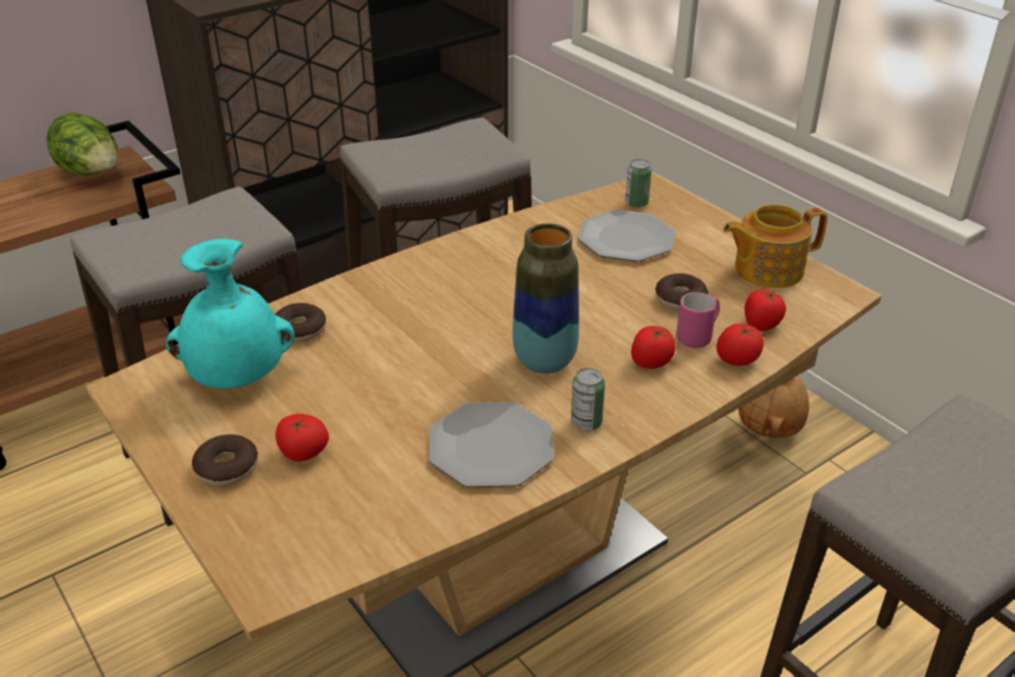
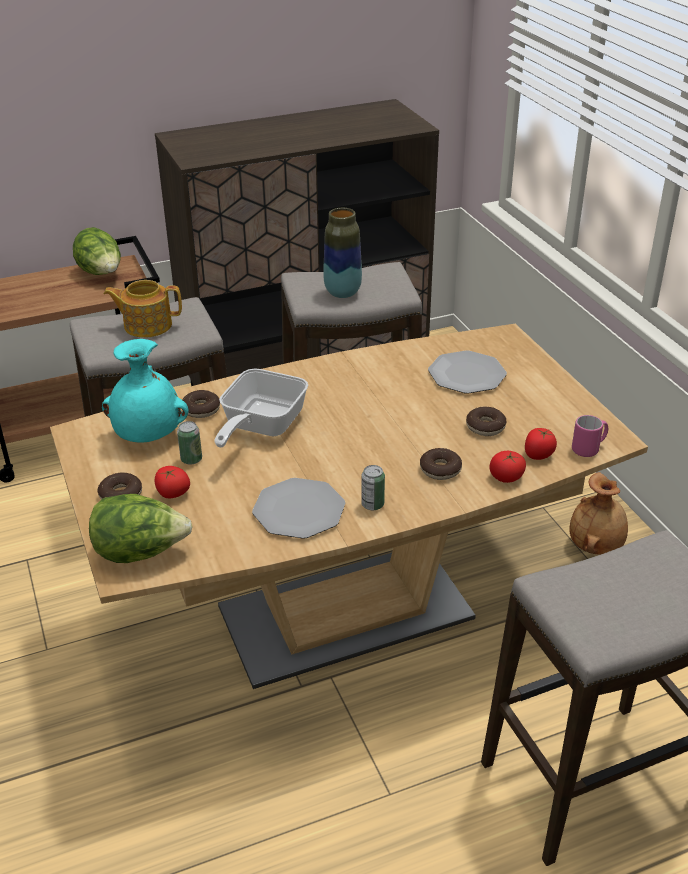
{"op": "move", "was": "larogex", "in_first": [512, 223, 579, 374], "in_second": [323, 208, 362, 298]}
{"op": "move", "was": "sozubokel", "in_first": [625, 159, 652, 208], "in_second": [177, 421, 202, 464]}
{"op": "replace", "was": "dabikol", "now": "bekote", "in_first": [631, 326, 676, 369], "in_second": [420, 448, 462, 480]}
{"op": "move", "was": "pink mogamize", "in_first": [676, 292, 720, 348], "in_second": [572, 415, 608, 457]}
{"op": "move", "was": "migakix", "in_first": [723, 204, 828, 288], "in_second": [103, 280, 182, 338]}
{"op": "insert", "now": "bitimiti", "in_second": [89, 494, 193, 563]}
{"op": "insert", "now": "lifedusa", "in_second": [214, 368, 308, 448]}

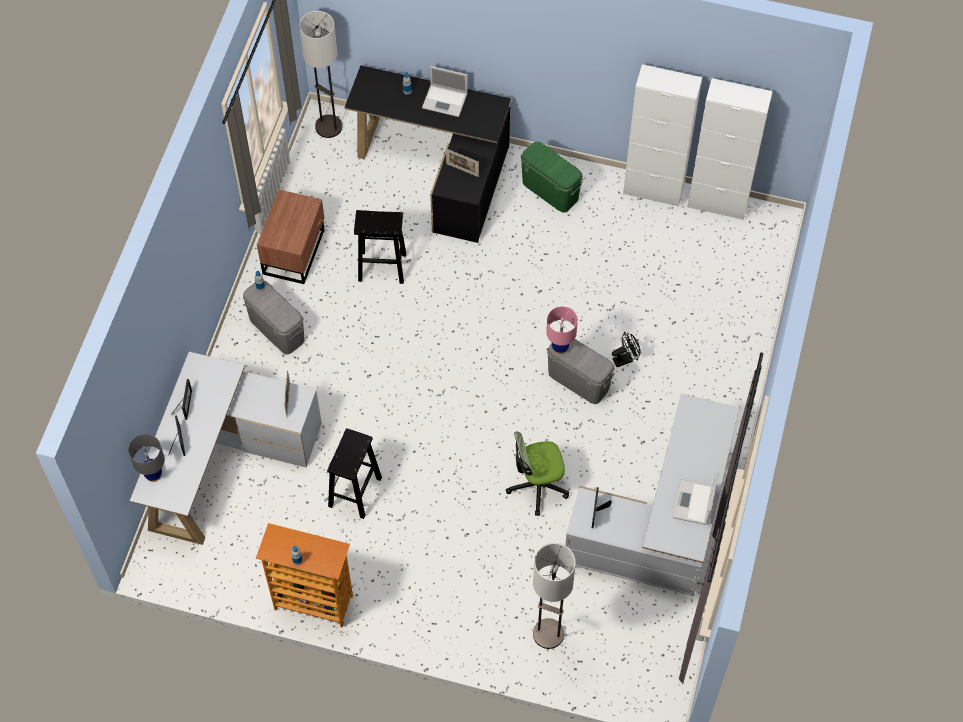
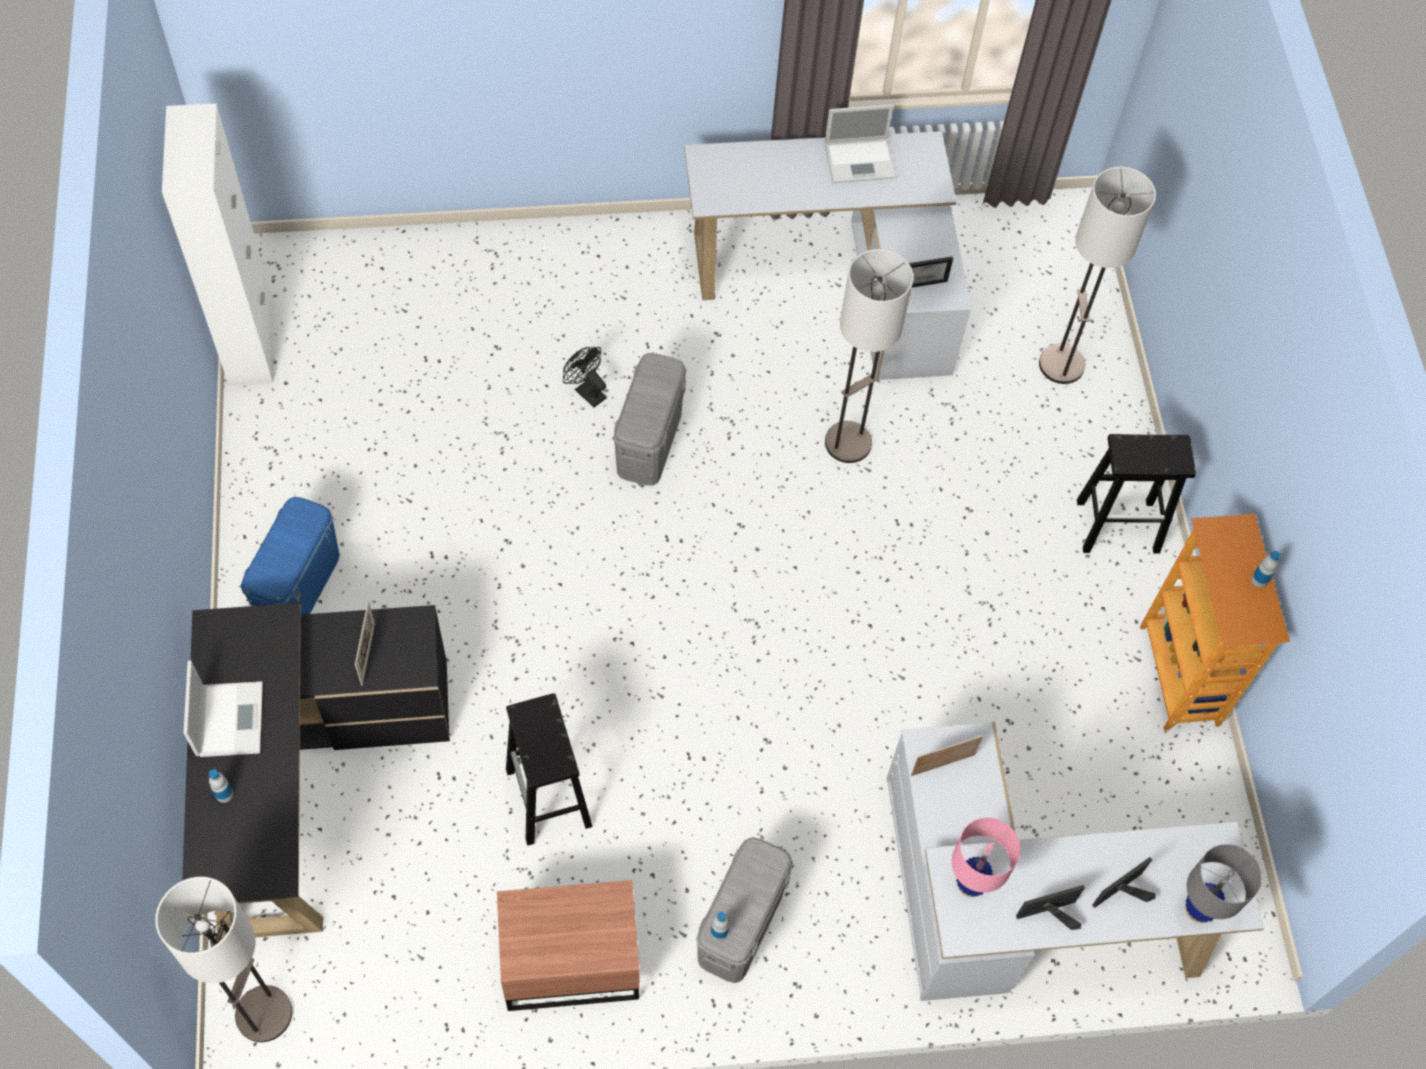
{"op": "move", "was": "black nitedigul", "in_first": [327, 428, 382, 519], "in_second": [1077, 434, 1196, 554]}
{"op": "replace", "was": "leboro", "now": "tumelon", "in_first": [506, 431, 569, 516], "in_second": [825, 249, 914, 463]}
{"op": "recolor", "was": "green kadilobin", "now": "blue kadilobin", "in_first": [521, 142, 583, 213], "in_second": [241, 497, 340, 615]}
{"op": "move", "was": "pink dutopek", "in_first": [546, 307, 578, 354], "in_second": [952, 818, 1021, 897]}
{"op": "delete", "was": "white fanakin", "in_first": [623, 64, 702, 207]}

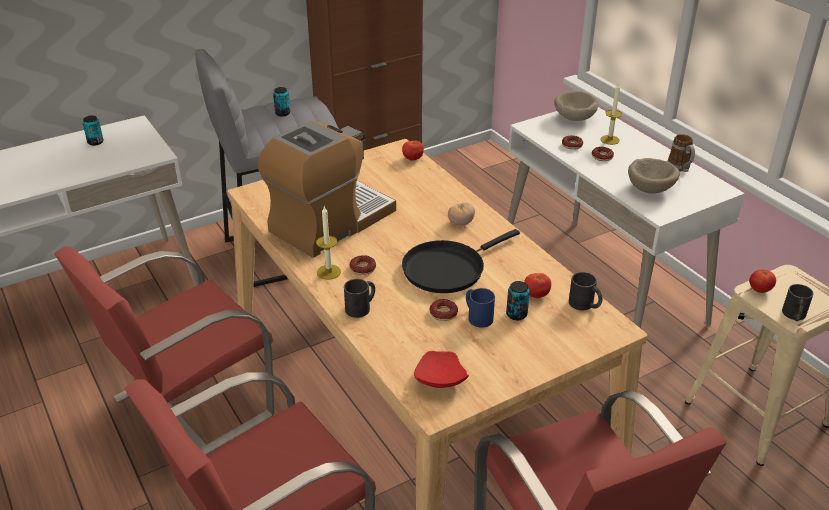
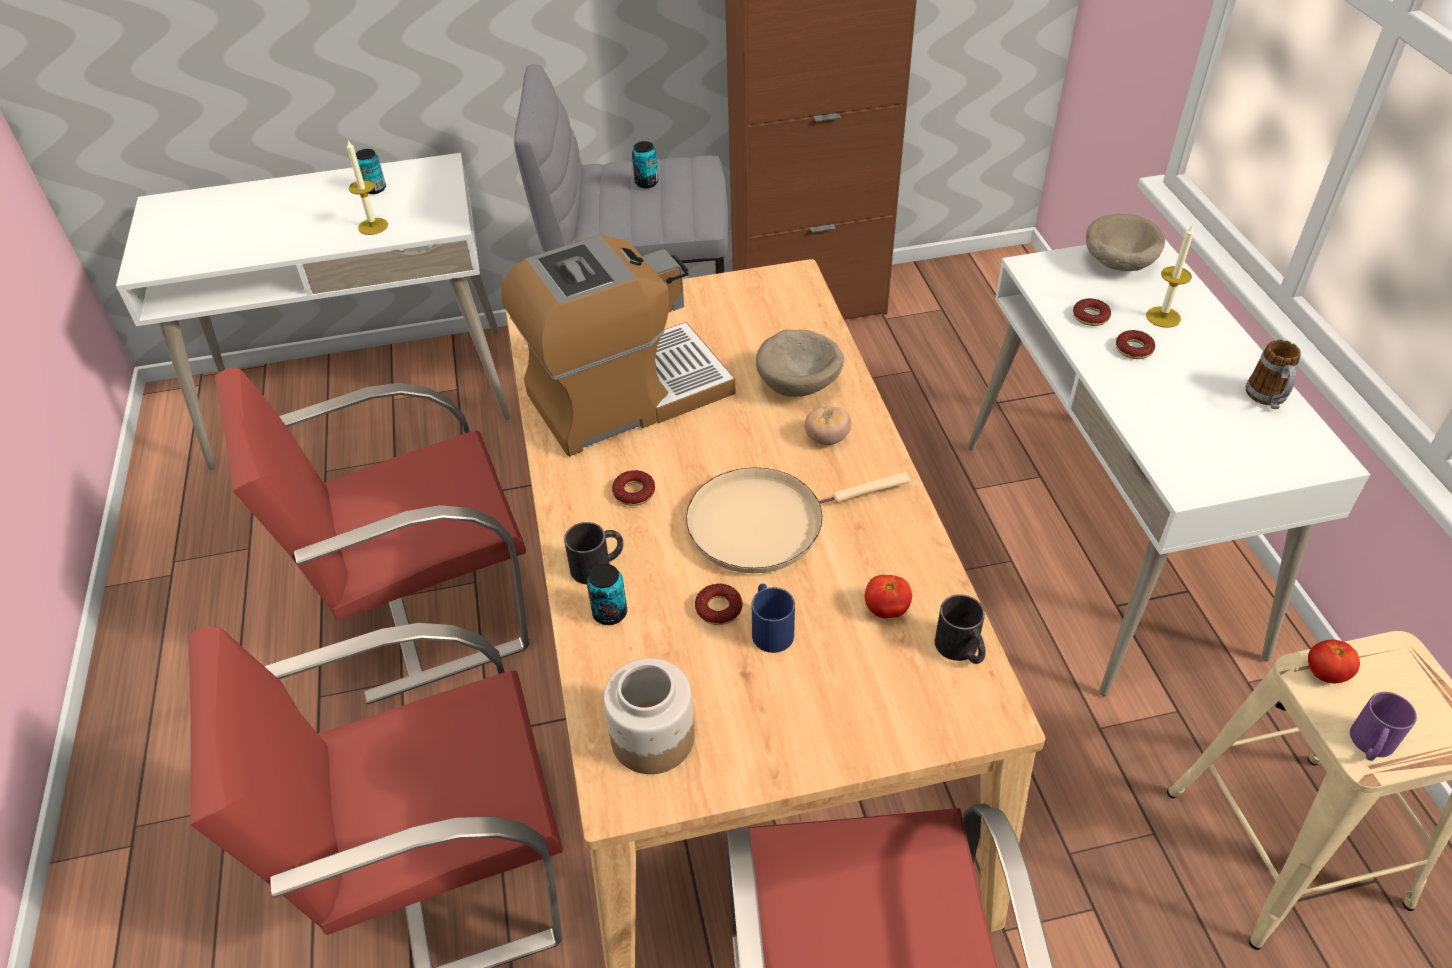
{"op": "move", "was": "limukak", "in_first": [316, 207, 341, 280], "in_second": [347, 141, 388, 235]}
{"op": "delete", "was": "dabikol", "in_first": [402, 141, 424, 161]}
{"op": "recolor", "was": "black lifedusa", "now": "beige lifedusa", "in_first": [402, 229, 520, 293], "in_second": [686, 468, 911, 573]}
{"op": "replace", "was": "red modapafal", "now": "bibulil", "in_first": [414, 351, 469, 388], "in_second": [603, 658, 695, 774]}
{"op": "move", "was": "sozubokel", "in_first": [506, 281, 530, 320], "in_second": [587, 564, 627, 625]}
{"op": "move", "was": "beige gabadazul", "in_first": [628, 158, 679, 194], "in_second": [756, 329, 844, 397]}
{"op": "recolor", "was": "black mogamize", "now": "purple mogamize", "in_first": [782, 284, 813, 321], "in_second": [1350, 692, 1417, 761]}

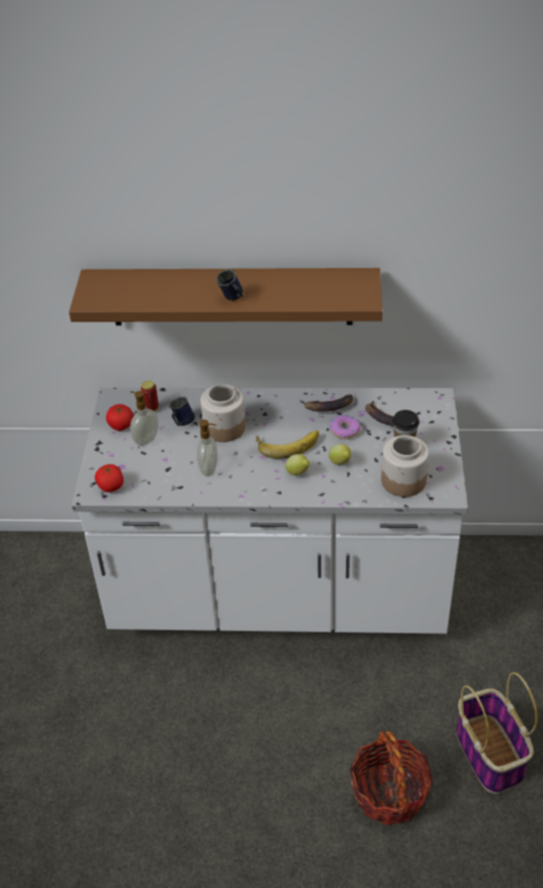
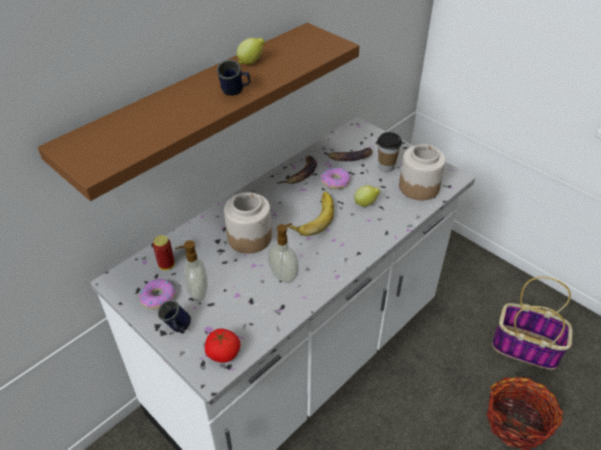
{"op": "replace", "was": "dabikol", "now": "bekote", "in_first": [106, 404, 134, 431], "in_second": [140, 279, 176, 309]}
{"op": "move", "was": "blue mogamize", "in_first": [169, 397, 195, 426], "in_second": [158, 299, 191, 334]}
{"op": "move", "was": "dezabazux", "in_first": [285, 454, 310, 476], "in_second": [236, 38, 265, 65]}

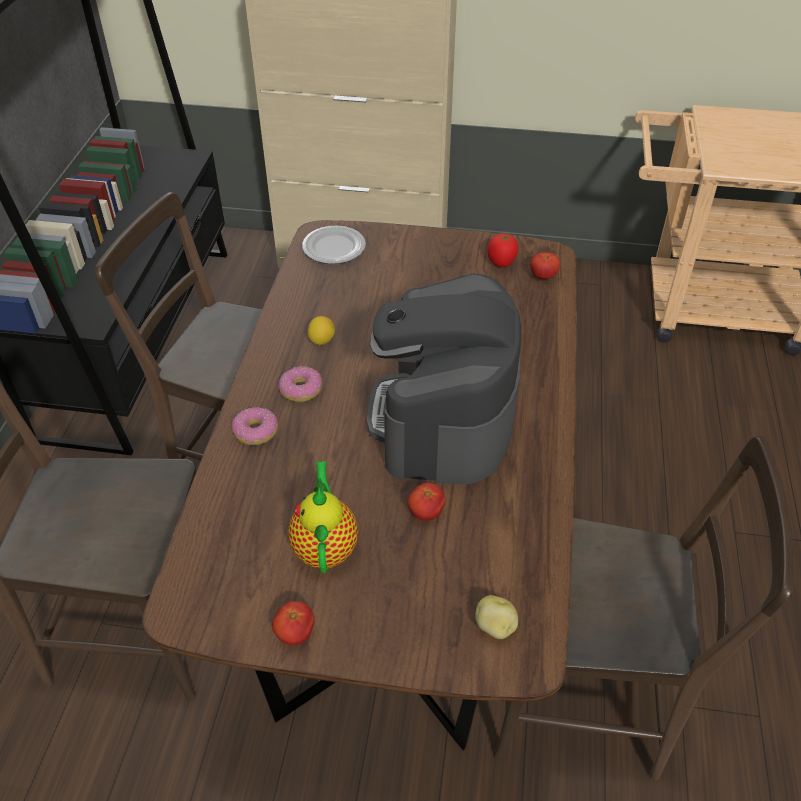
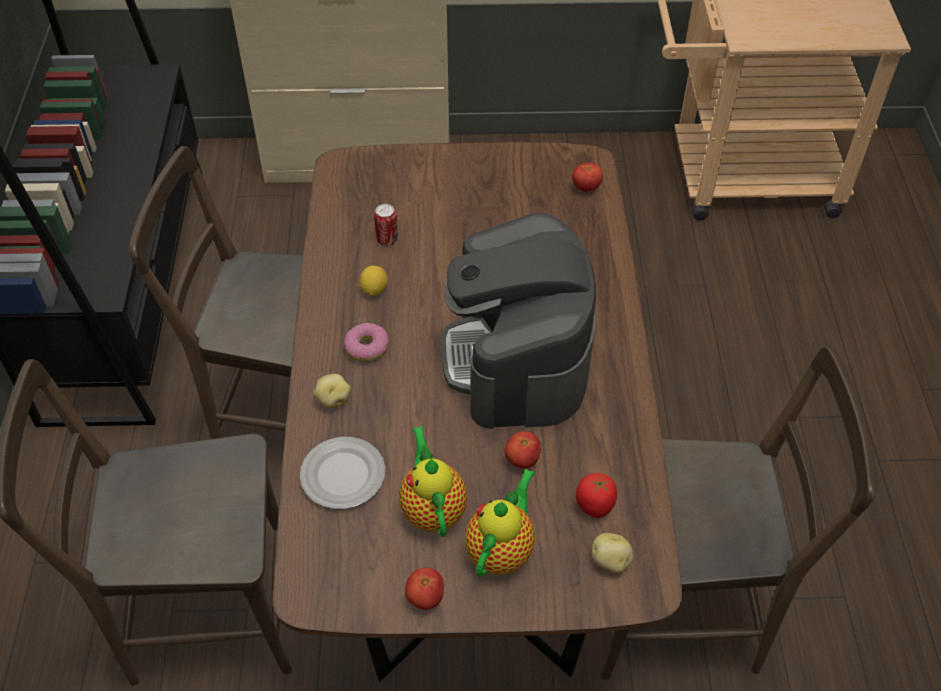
{"op": "replace", "was": "bekote", "now": "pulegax", "in_first": [231, 407, 278, 445], "in_second": [313, 374, 351, 408]}
{"op": "move", "was": "modapafal", "in_first": [302, 226, 366, 264], "in_second": [300, 437, 385, 509]}
{"op": "move", "was": "dabikol", "in_first": [487, 233, 518, 267], "in_second": [576, 473, 617, 518]}
{"op": "insert", "now": "sozubokel", "in_second": [374, 204, 398, 246]}
{"op": "insert", "now": "migakix", "in_second": [465, 468, 535, 578]}

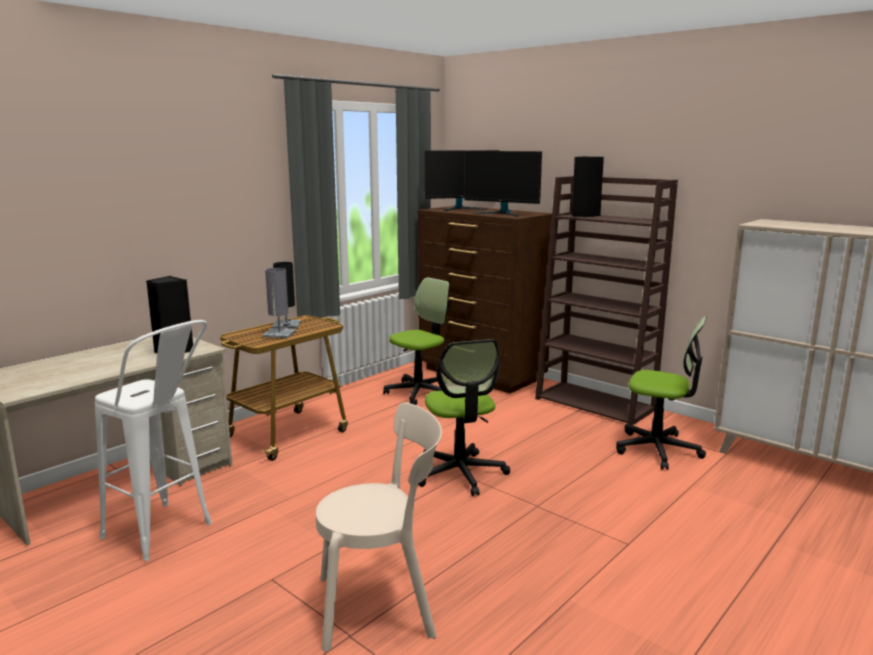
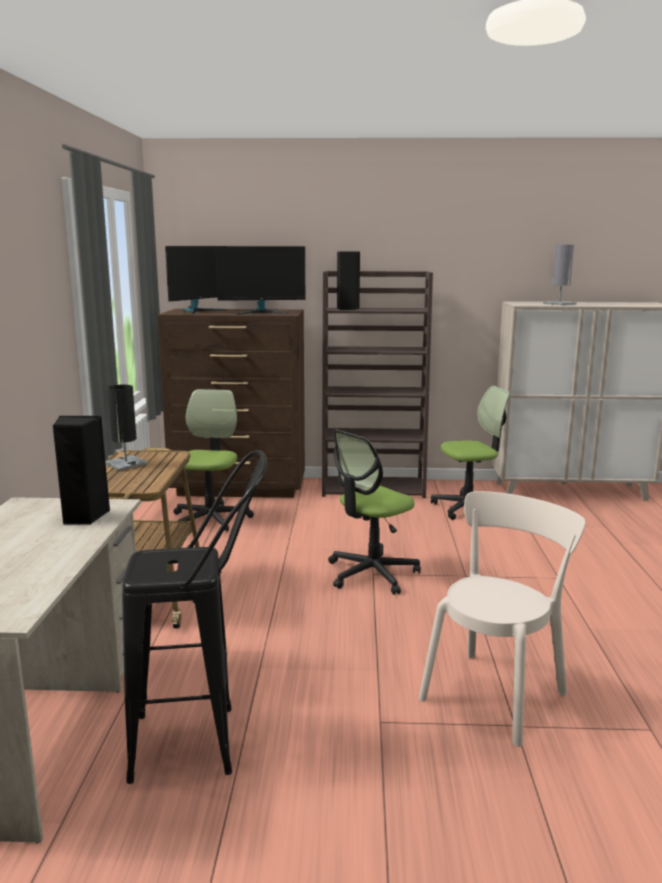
{"op": "recolor", "was": "white nitedigul", "now": "black nitedigul", "in_first": [95, 320, 212, 561], "in_second": [122, 450, 267, 784]}
{"op": "move", "was": "grey dutopek", "in_first": [262, 268, 297, 338], "in_second": [543, 245, 577, 305]}
{"op": "rotate", "was": "leboro", "in_first": [418, 339, 510, 496], "in_second": [328, 429, 421, 595], "clockwise": 105}

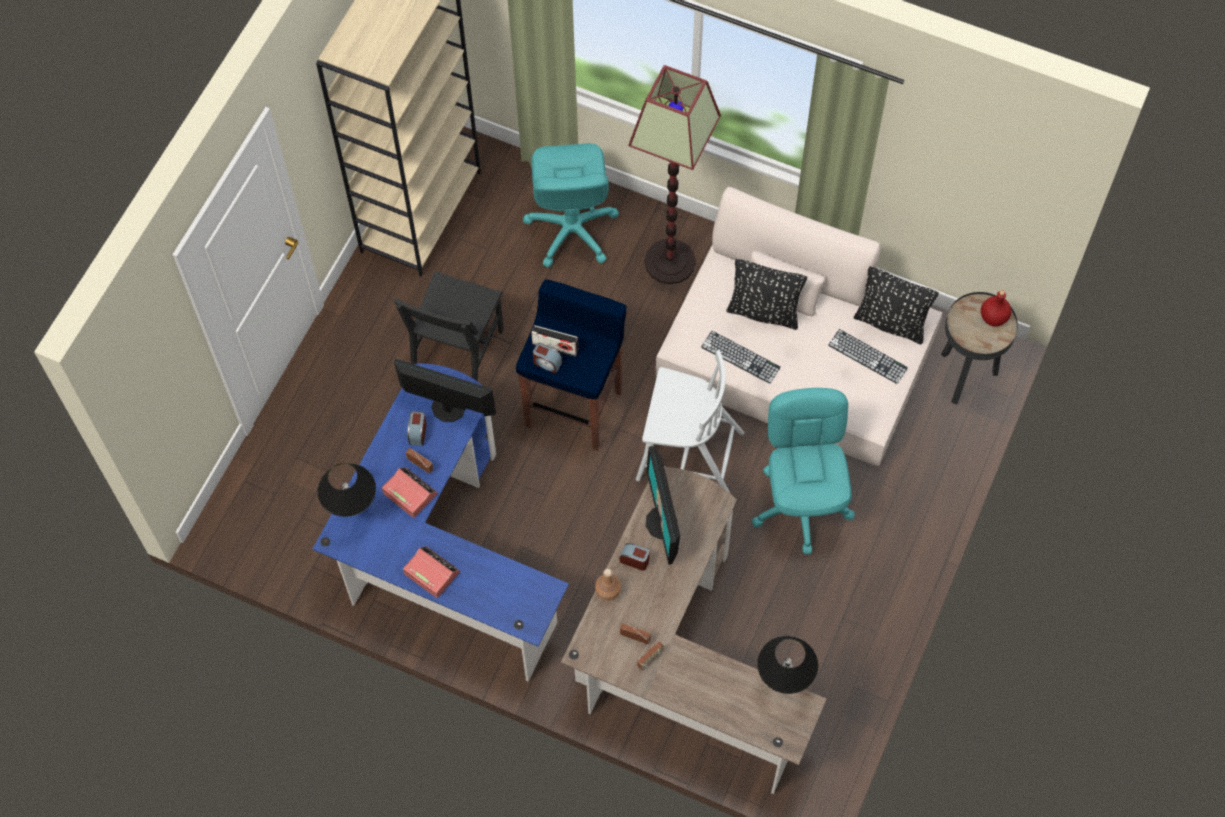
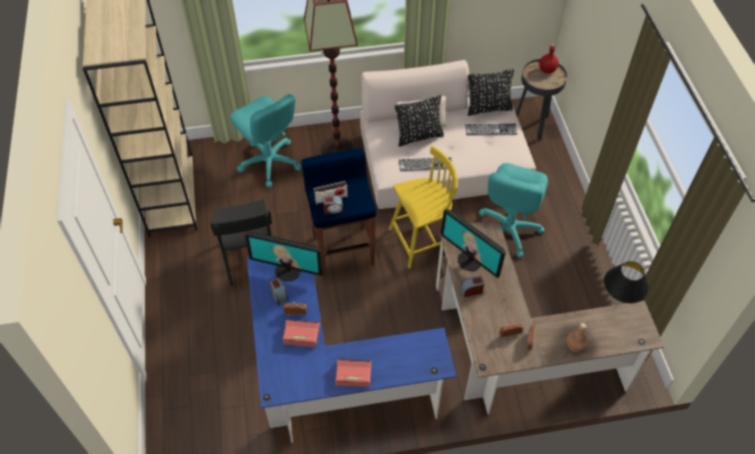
{"op": "delete", "was": "black dutopek", "in_first": [317, 463, 376, 517]}
{"op": "rotate", "was": "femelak", "in_first": [394, 359, 496, 422], "in_second": [245, 232, 323, 281], "clockwise": -150}
{"op": "move", "was": "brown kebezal", "in_first": [595, 569, 621, 601], "in_second": [567, 323, 588, 352]}
{"op": "recolor", "was": "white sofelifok", "now": "yellow sofelifok", "in_first": [636, 350, 744, 494], "in_second": [389, 146, 458, 268]}
{"op": "rotate", "was": "turquoise leboro", "in_first": [751, 388, 855, 554], "in_second": [479, 163, 548, 258], "clockwise": -120}

